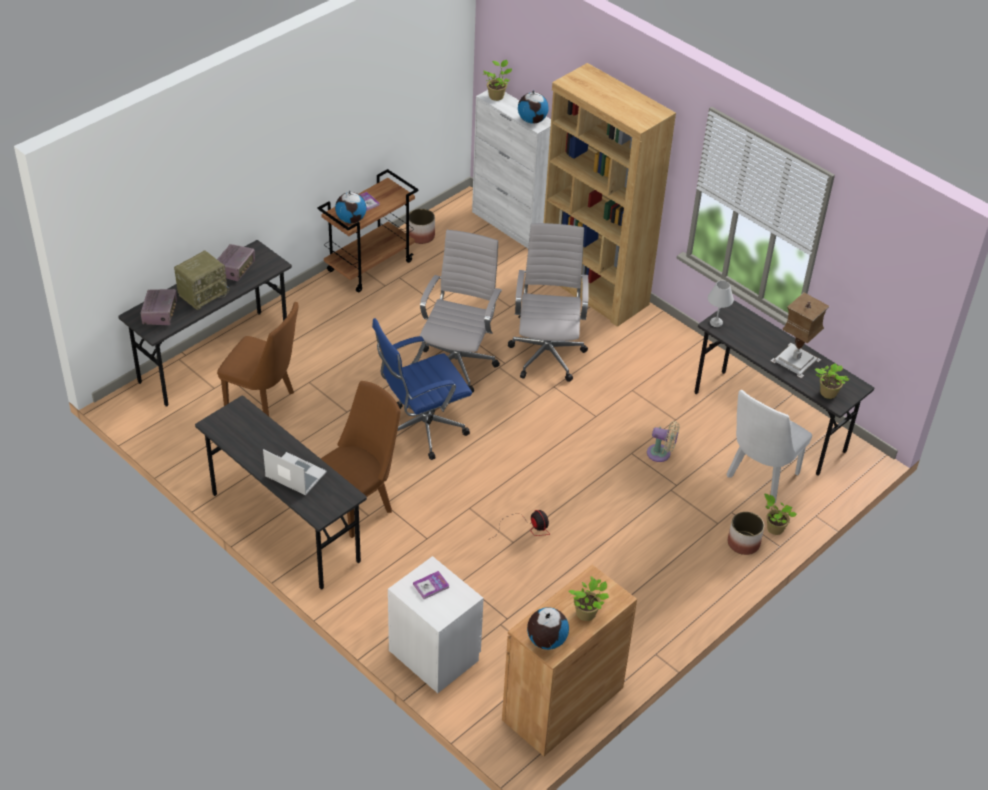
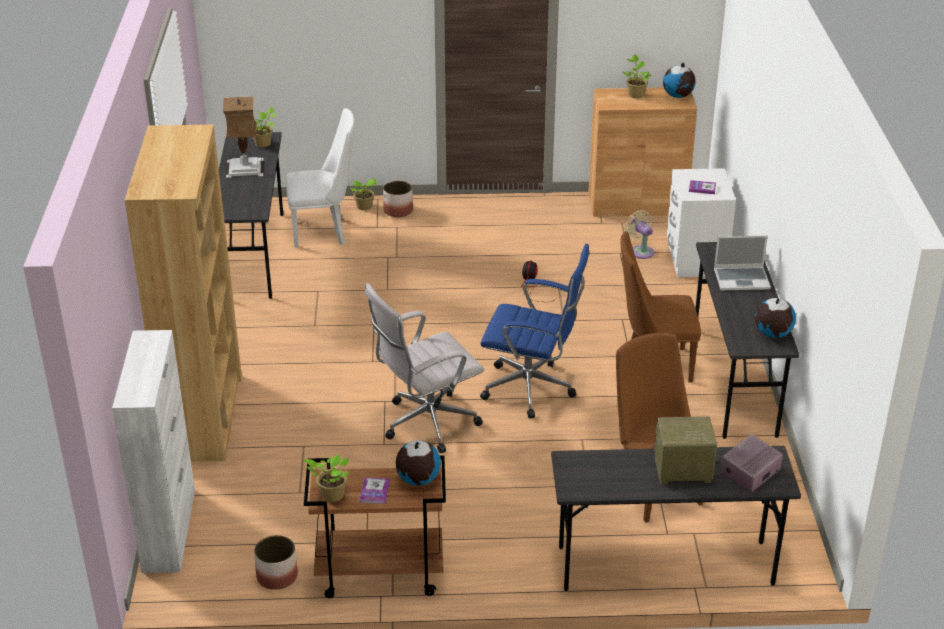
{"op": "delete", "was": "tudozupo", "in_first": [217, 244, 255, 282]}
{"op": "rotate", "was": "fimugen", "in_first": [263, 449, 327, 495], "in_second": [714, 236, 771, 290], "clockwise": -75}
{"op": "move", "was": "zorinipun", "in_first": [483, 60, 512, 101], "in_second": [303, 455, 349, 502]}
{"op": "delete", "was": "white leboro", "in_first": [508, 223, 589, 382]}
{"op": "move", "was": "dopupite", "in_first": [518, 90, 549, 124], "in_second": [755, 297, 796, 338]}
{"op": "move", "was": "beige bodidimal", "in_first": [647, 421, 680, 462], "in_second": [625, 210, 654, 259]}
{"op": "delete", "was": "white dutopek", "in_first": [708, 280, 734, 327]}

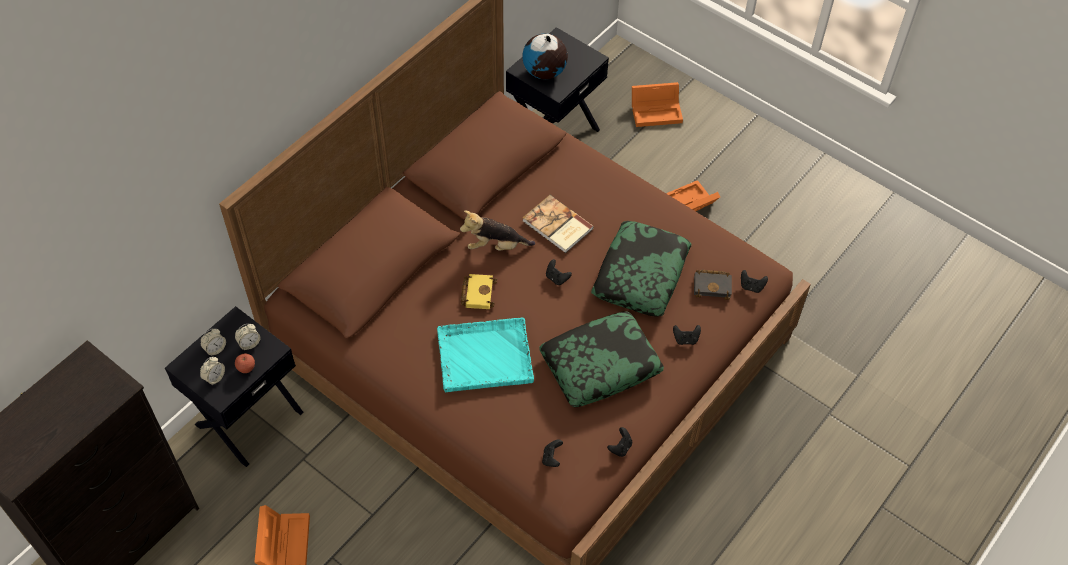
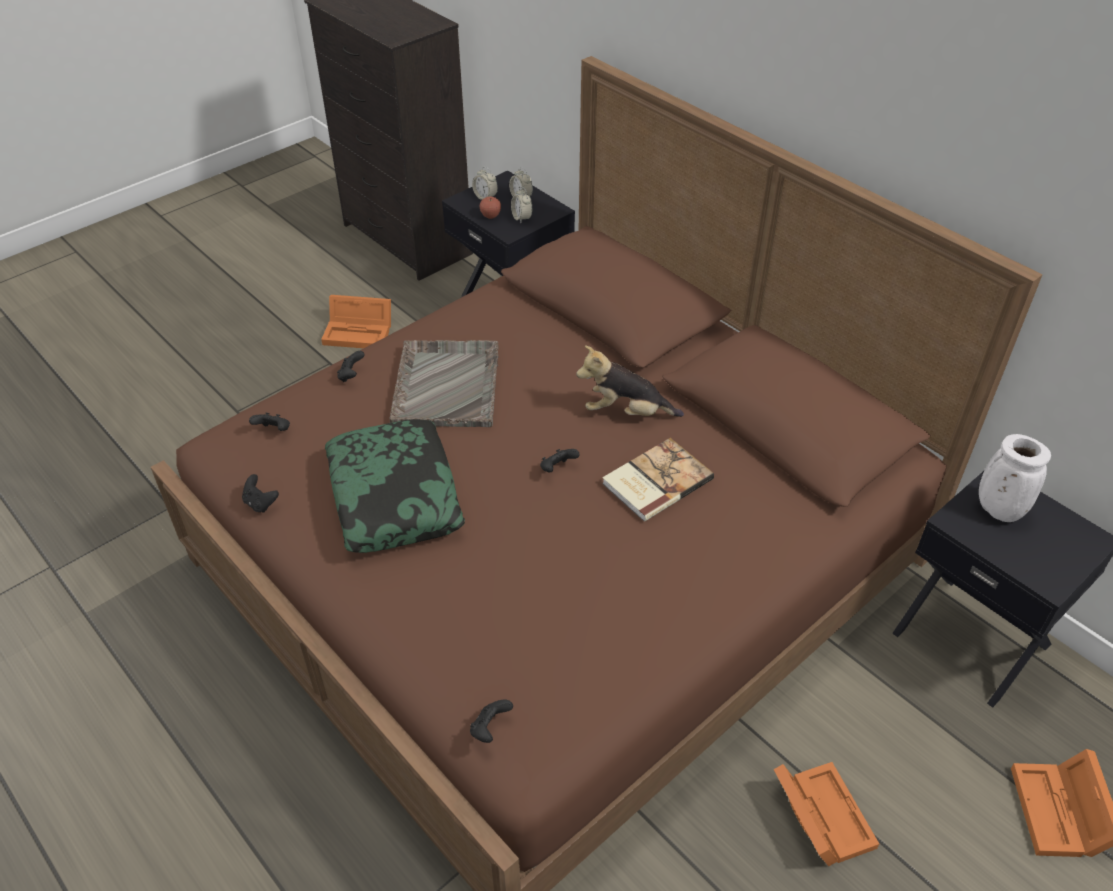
{"op": "recolor", "was": "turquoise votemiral", "now": "grey votemiral", "in_first": [437, 318, 534, 393], "in_second": [390, 340, 499, 427]}
{"op": "rotate", "was": "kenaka", "in_first": [460, 210, 535, 251], "in_second": [576, 345, 684, 417], "clockwise": -90}
{"op": "delete", "was": "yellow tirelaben", "in_first": [461, 274, 497, 309]}
{"op": "replace", "was": "dopupite", "now": "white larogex", "in_first": [522, 33, 568, 79], "in_second": [979, 434, 1051, 522]}
{"op": "delete", "was": "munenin", "in_first": [591, 221, 691, 317]}
{"op": "move", "was": "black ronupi", "in_first": [673, 325, 701, 345], "in_second": [337, 351, 365, 382]}
{"op": "delete", "was": "black tirelaben", "in_first": [694, 270, 732, 300]}

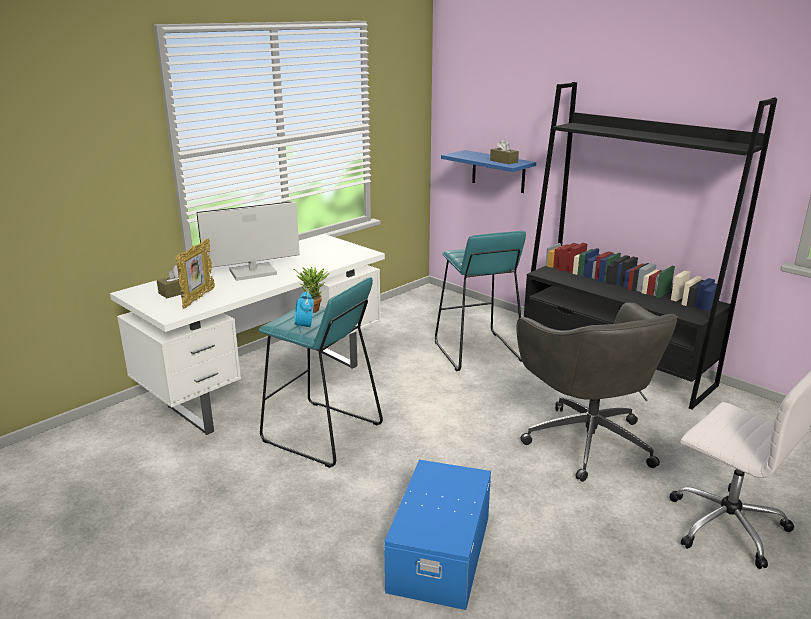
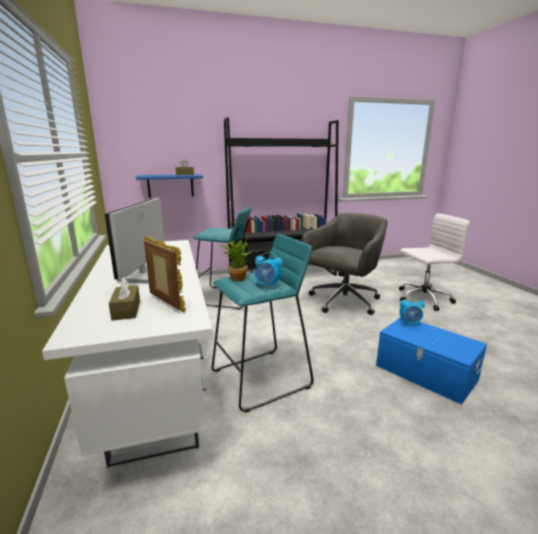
{"op": "rotate", "was": "grey leboro", "in_first": [516, 302, 678, 482], "in_second": [302, 213, 388, 315], "clockwise": -60}
{"op": "insert", "now": "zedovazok", "in_second": [399, 296, 425, 326]}

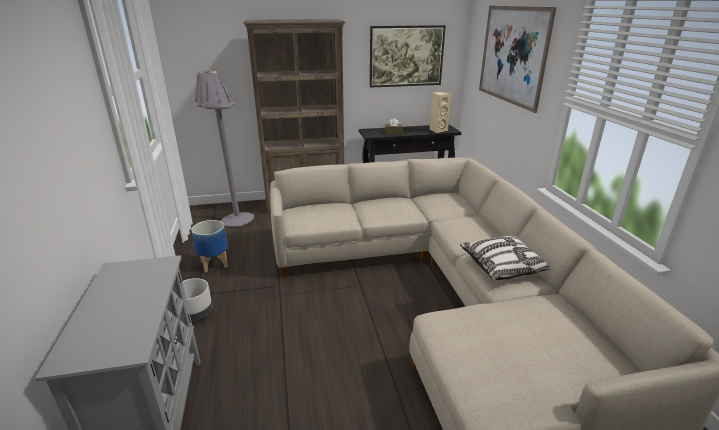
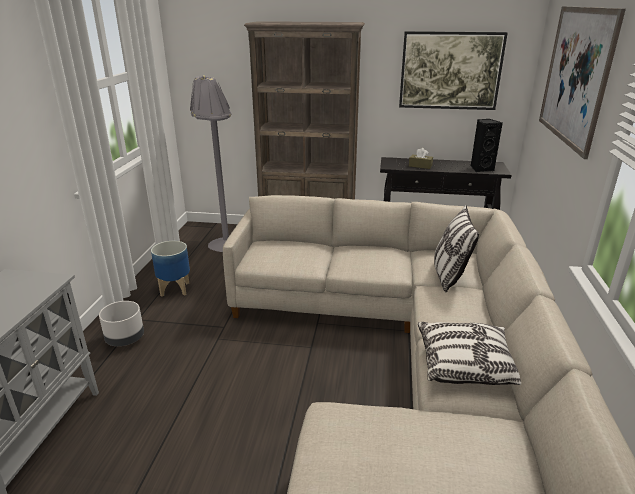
{"op": "recolor", "was": "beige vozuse", "now": "black vozuse", "in_first": [429, 92, 452, 133], "in_second": [471, 119, 503, 172]}
{"op": "insert", "now": "munenin", "in_second": [434, 205, 479, 292]}

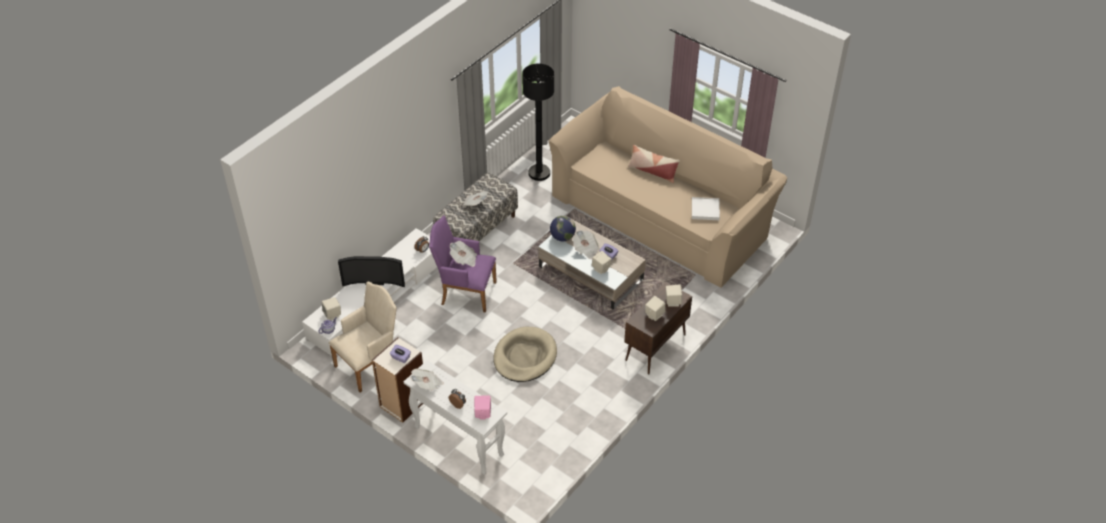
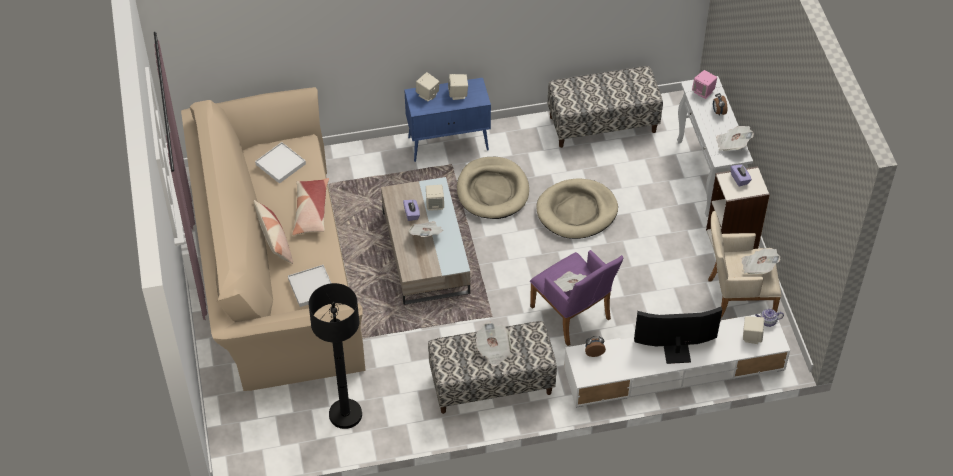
{"op": "rotate", "was": "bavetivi", "in_first": [338, 256, 405, 287], "in_second": [634, 306, 722, 364], "clockwise": -45}
{"op": "delete", "was": "dopupite", "in_first": [550, 216, 576, 241]}
{"op": "recolor", "was": "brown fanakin", "now": "blue fanakin", "in_first": [624, 282, 692, 374], "in_second": [404, 78, 491, 162]}
{"op": "insert", "now": "white votemiral", "in_second": [288, 265, 331, 307]}
{"op": "insert", "now": "munenin", "in_second": [292, 178, 329, 235]}
{"op": "insert", "now": "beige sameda", "in_second": [457, 157, 529, 219]}
{"op": "insert", "now": "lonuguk", "in_second": [548, 66, 663, 148]}
{"op": "insert", "now": "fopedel", "in_second": [742, 248, 780, 274]}

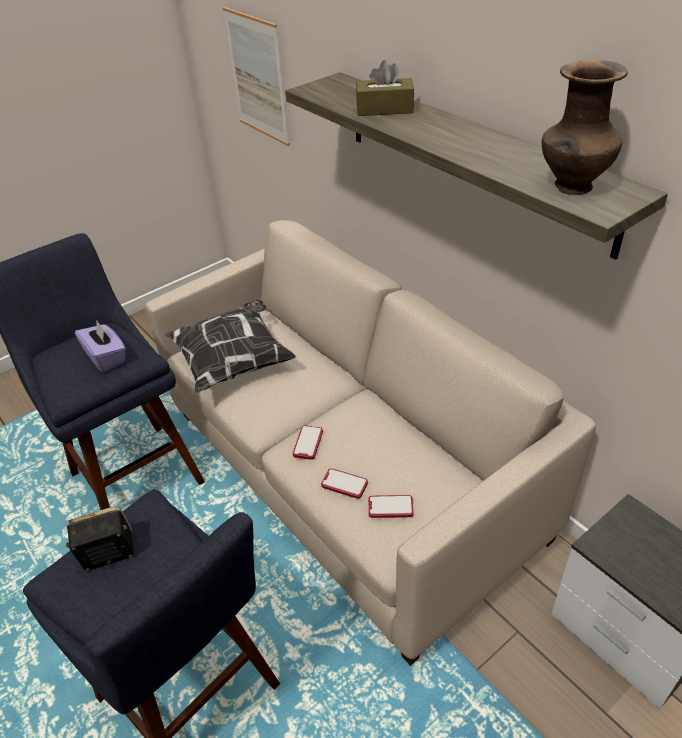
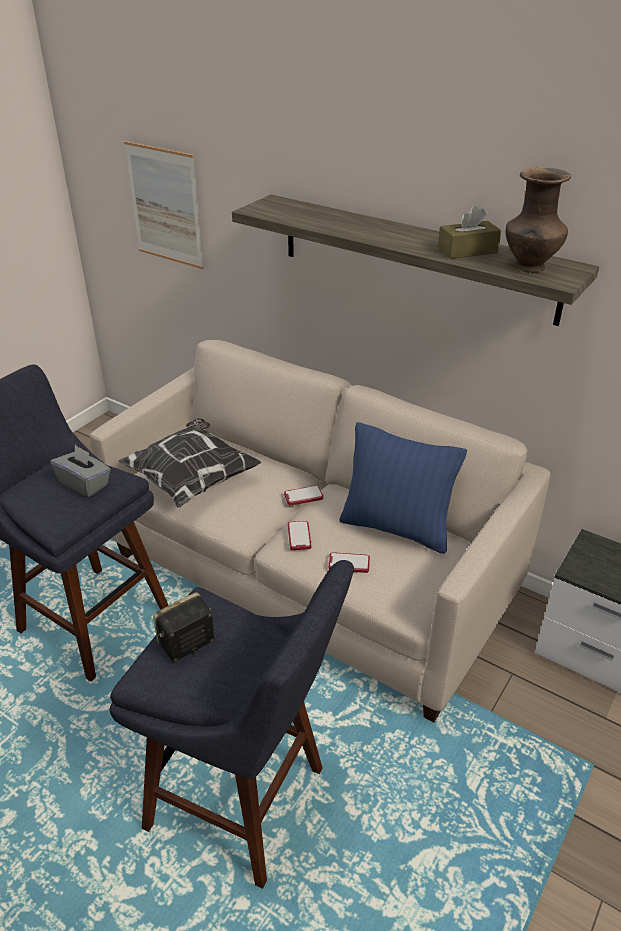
{"op": "recolor", "was": "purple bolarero", "now": "grey bolarero", "in_first": [75, 321, 126, 372], "in_second": [50, 445, 111, 497]}
{"op": "move", "was": "brown bolarero", "in_first": [356, 60, 414, 116], "in_second": [438, 206, 502, 259]}
{"op": "move", "was": "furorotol", "in_first": [368, 495, 413, 518], "in_second": [284, 485, 323, 505]}
{"op": "insert", "now": "blue munenin", "in_second": [339, 422, 467, 554]}

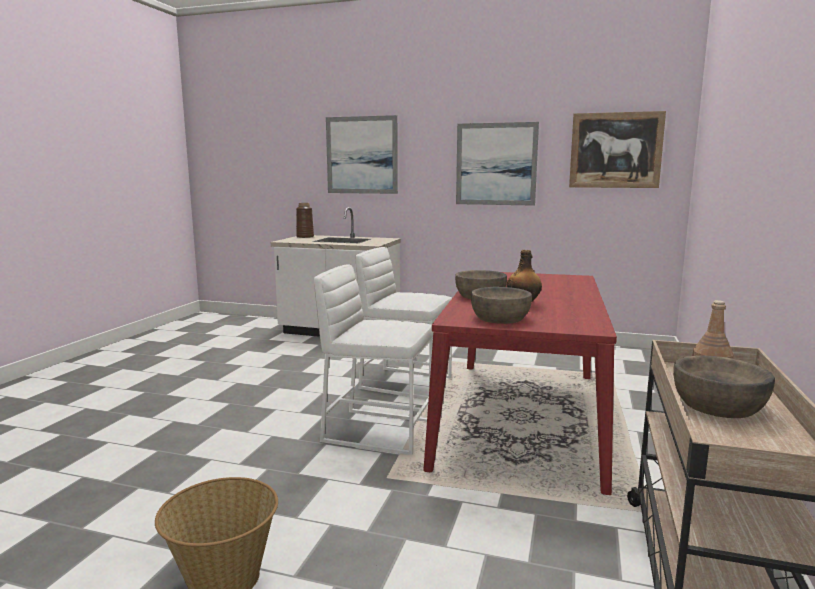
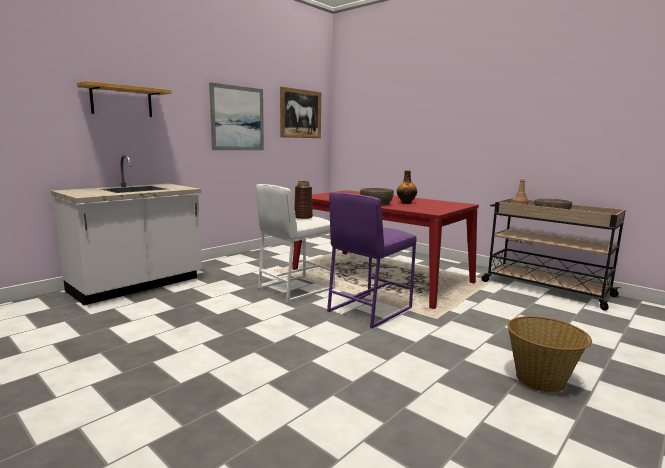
{"op": "move", "was": "brown larogex", "in_first": [296, 203, 314, 238], "in_second": [294, 181, 313, 219]}
{"op": "recolor", "was": "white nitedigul", "now": "purple nitedigul", "in_first": [314, 264, 434, 455], "in_second": [327, 192, 416, 328]}
{"op": "replace", "was": "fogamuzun", "now": "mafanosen", "in_first": [326, 115, 398, 194], "in_second": [77, 81, 171, 117]}
{"op": "delete", "was": "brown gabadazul", "in_first": [471, 287, 532, 324]}

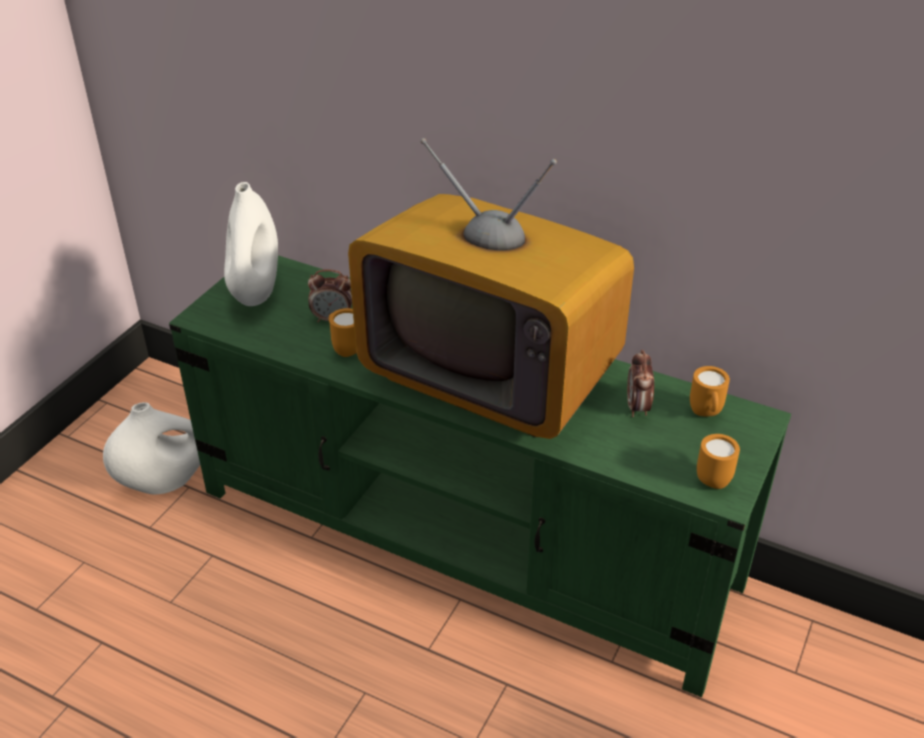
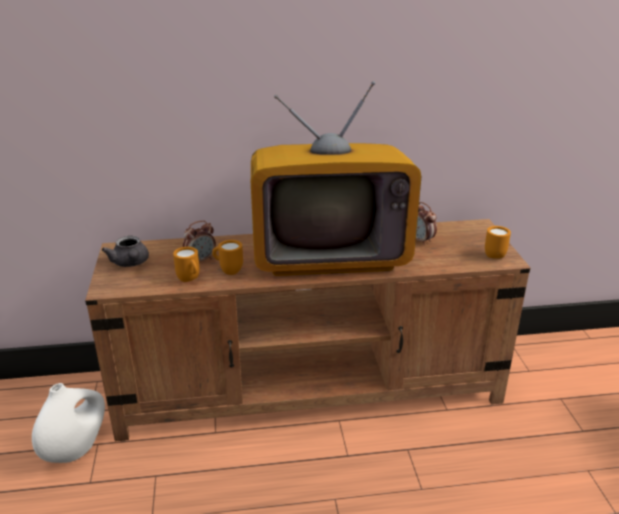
{"op": "recolor", "was": "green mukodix", "now": "brown mukodix", "in_first": [169, 255, 791, 697], "in_second": [85, 219, 530, 441]}
{"op": "replace", "was": "white larogex", "now": "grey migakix", "in_first": [224, 182, 278, 306], "in_second": [102, 236, 149, 267]}
{"op": "move", "was": "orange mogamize", "in_first": [690, 366, 730, 416], "in_second": [173, 247, 199, 282]}

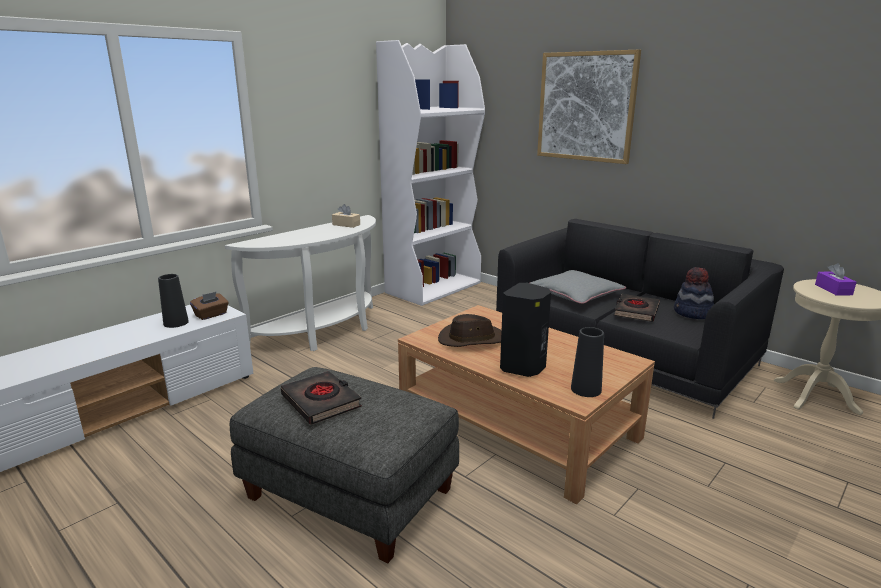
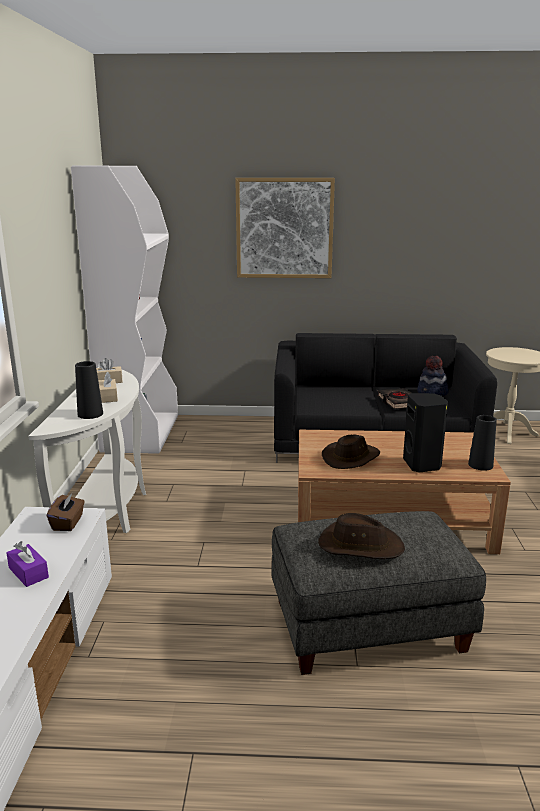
{"op": "move", "was": "black larogex", "in_first": [158, 274, 189, 328], "in_second": [75, 361, 103, 419]}
{"op": "replace", "was": "black tirelaben", "now": "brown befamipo", "in_first": [281, 371, 362, 425], "in_second": [318, 513, 405, 559]}
{"op": "delete", "was": "grey munenin", "in_first": [530, 270, 626, 304]}
{"op": "move", "was": "purple bolarero", "in_first": [815, 263, 856, 296], "in_second": [6, 541, 49, 587]}
{"op": "insert", "now": "beige bolarero", "in_second": [98, 371, 118, 403]}

